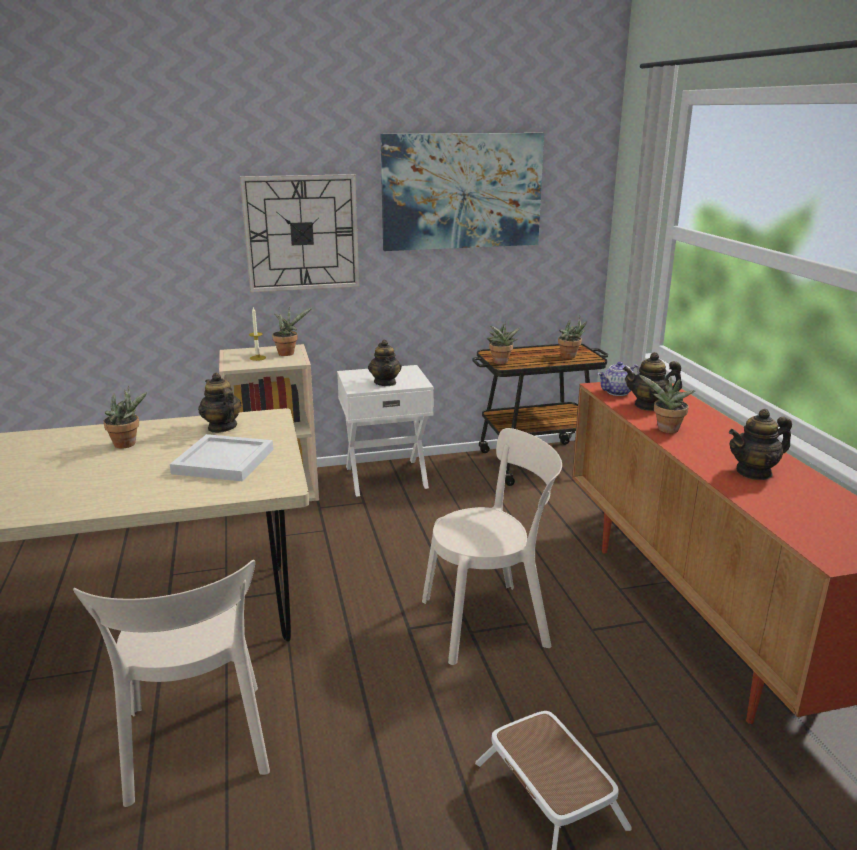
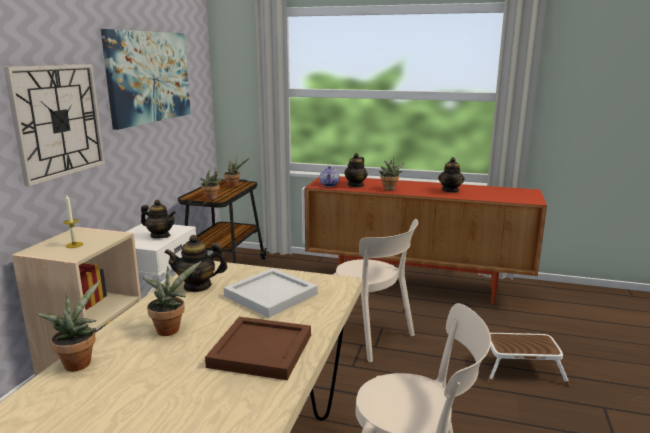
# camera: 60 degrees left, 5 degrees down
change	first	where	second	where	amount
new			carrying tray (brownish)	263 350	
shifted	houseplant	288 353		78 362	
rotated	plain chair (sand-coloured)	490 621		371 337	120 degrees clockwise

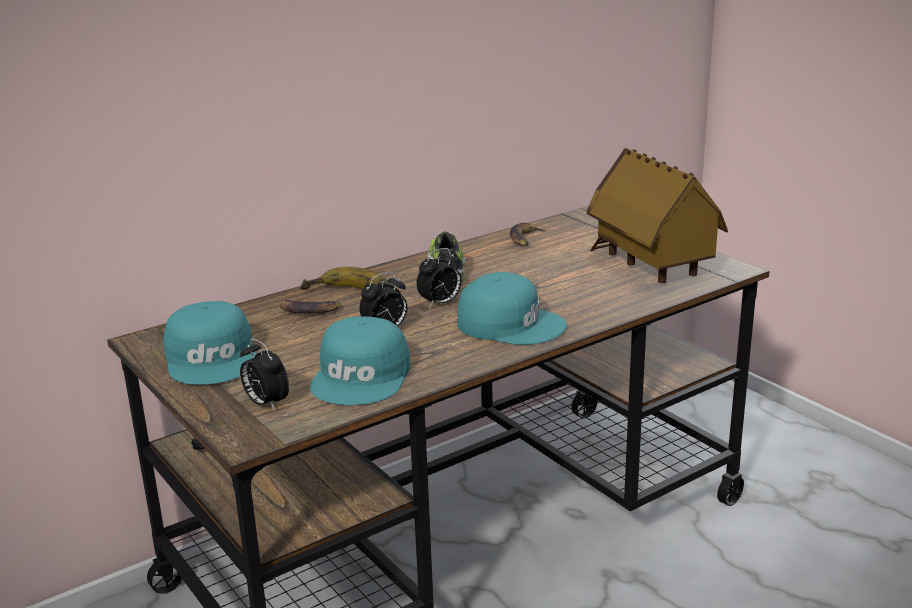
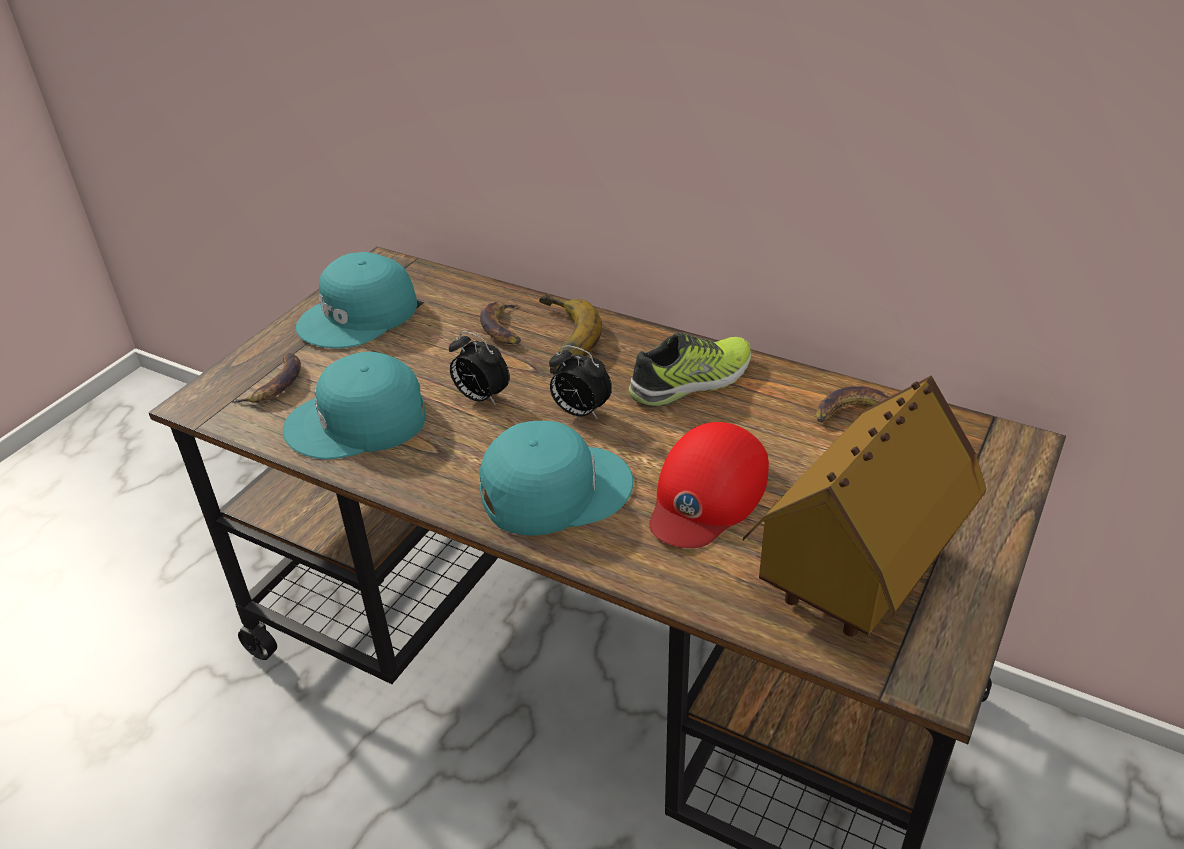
# camera: 65 degrees right, 15 degrees up
change	first	where	second	where	amount
new			peaked cap (reddish)	706 494	
swapped	table clock	266 403	banana	275 384	
rotated	peaked cap (blue-green)	510 324		554 488	105 degrees counterclockwise

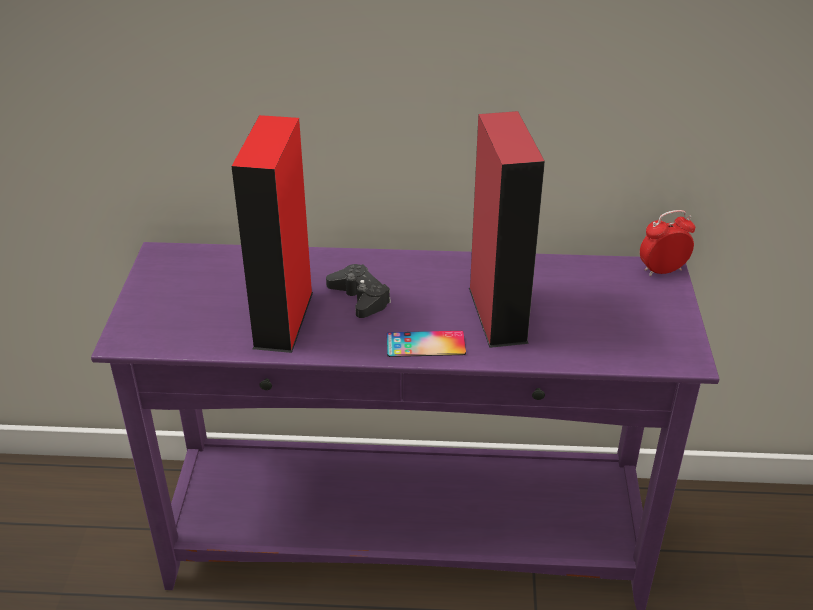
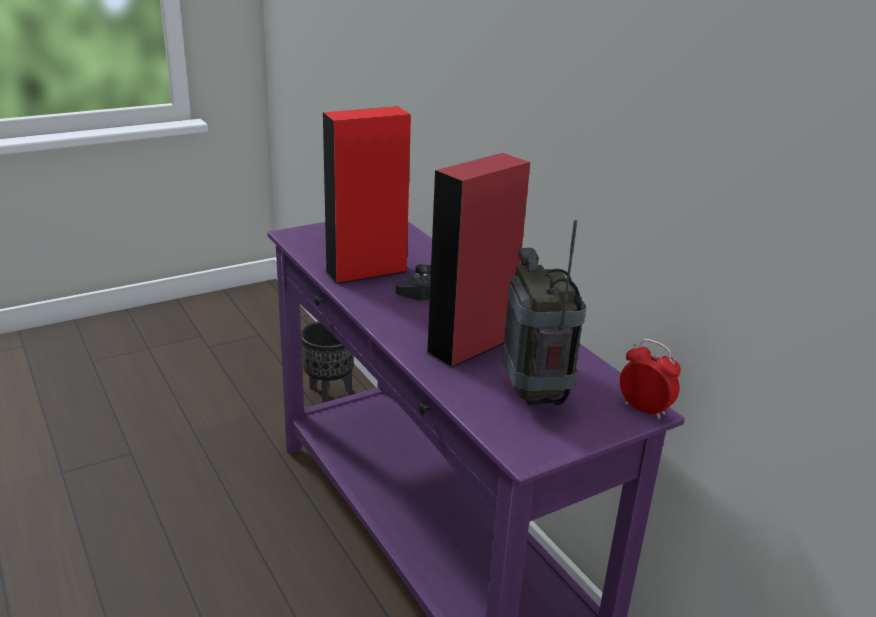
# camera: 55 degrees right, 10 degrees down
change	first	where	second	where	amount
gone	phone	425 344			
new			flower pot (blackish)	330 395	
new			radio	535 394	

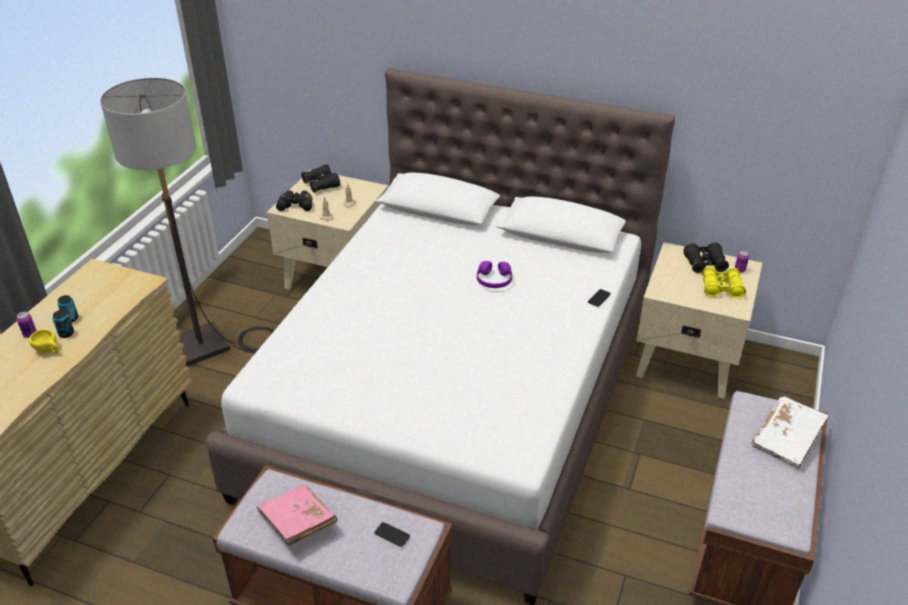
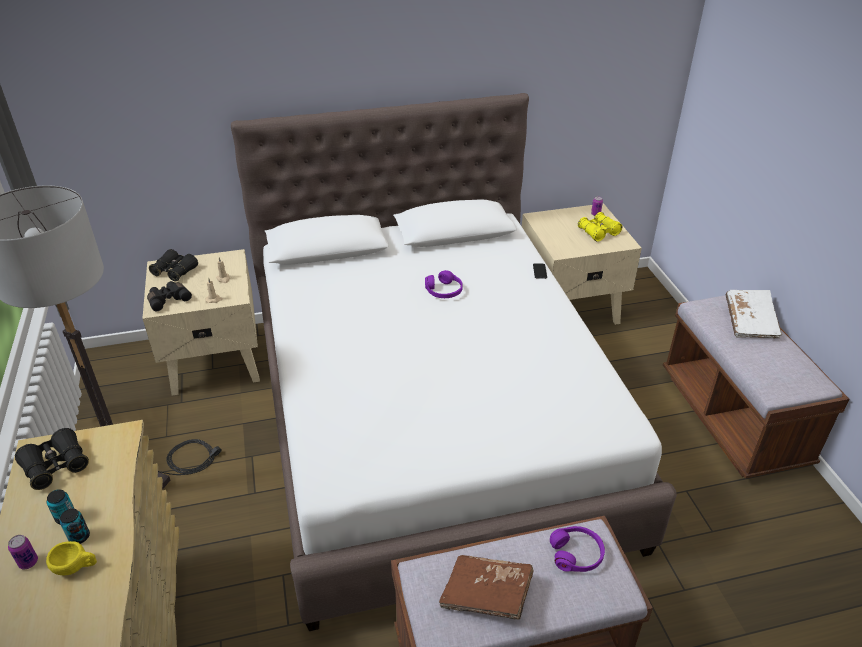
# camera: 35 degrees left, 0 degrees up
change	first	where	second	where	amount
shifted	field glasses (blackish)	704 264		56 466	
swapped	phone	392 535	pair of headphones (purplish)	576 554	
repainted	bound book (pink)	298 523	bound book (brownish)	486 595	

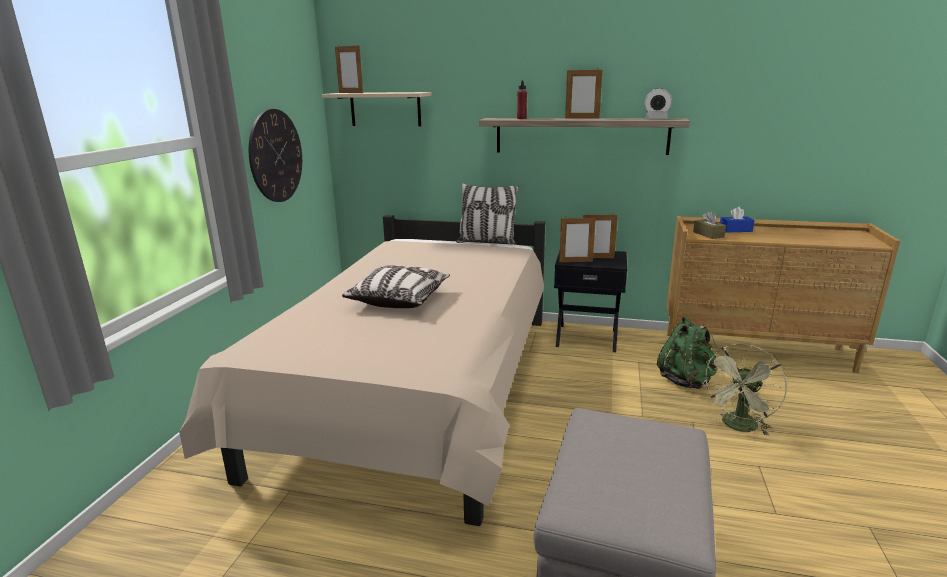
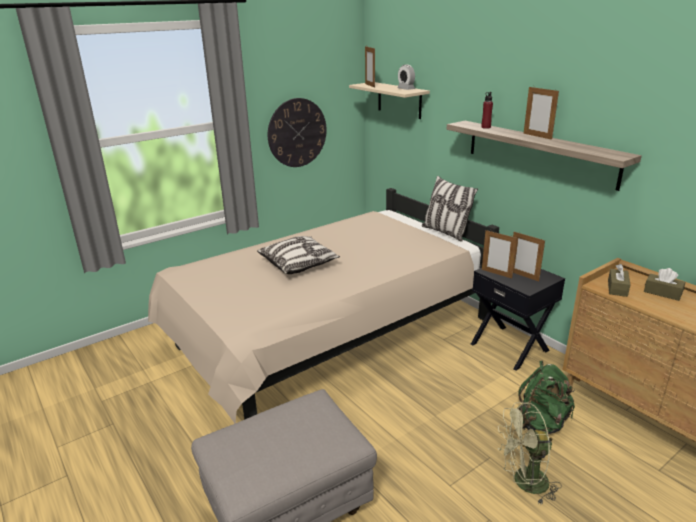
# camera: 40 degrees right, 5 degrees up
change	first	where	second	where	amount
shifted	table clock	656 118		406 89	
repainted	box of tissues (blue)	735 230	box of tissues (brownish)	662 293	

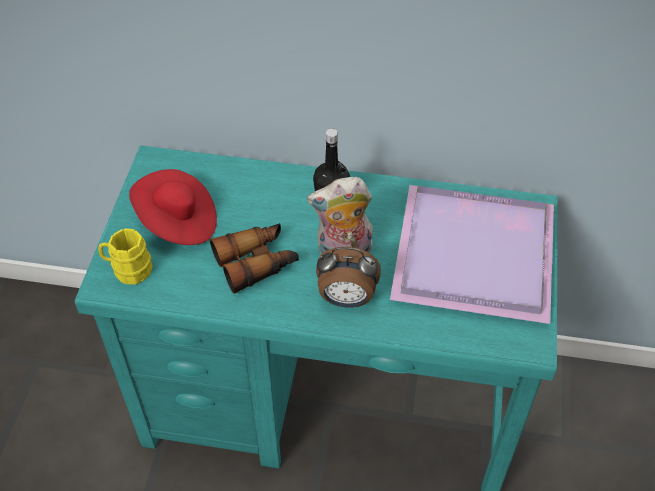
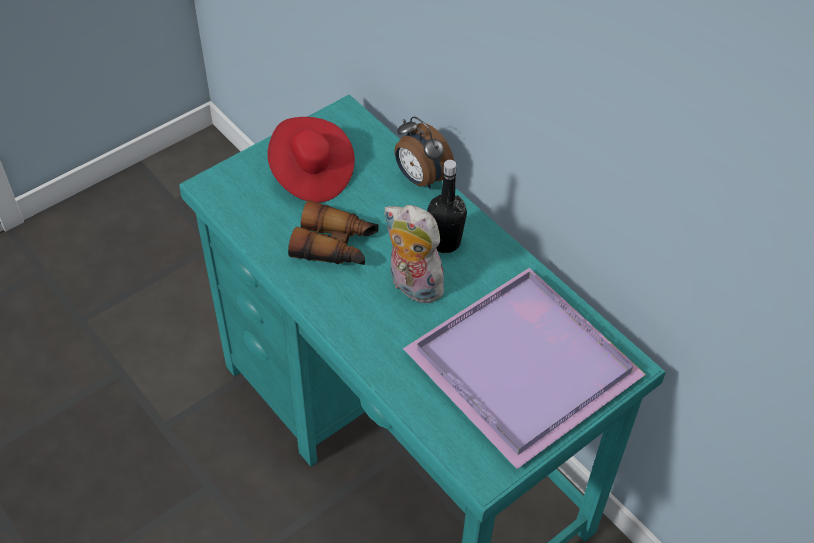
# camera: 40 degrees right, 0 degrees up
change	first	where	second	where	amount
gone	tea mug (yellow-coloured)	128 270			
shifted	table clock	346 299		420 179	

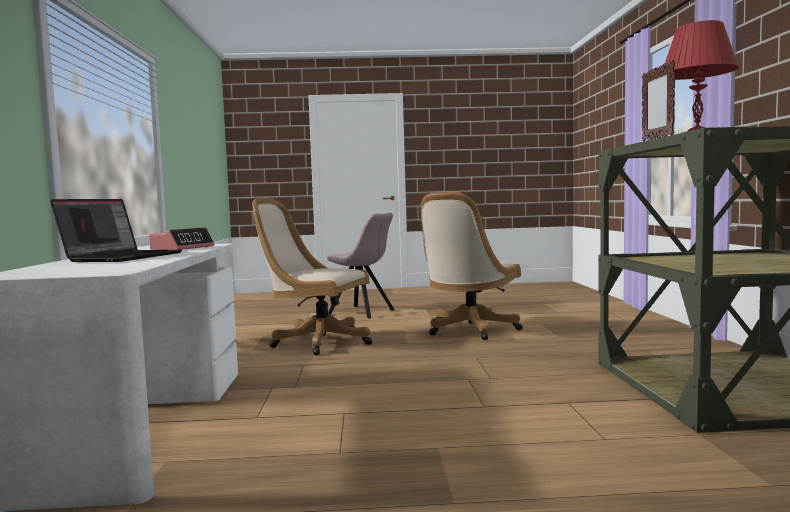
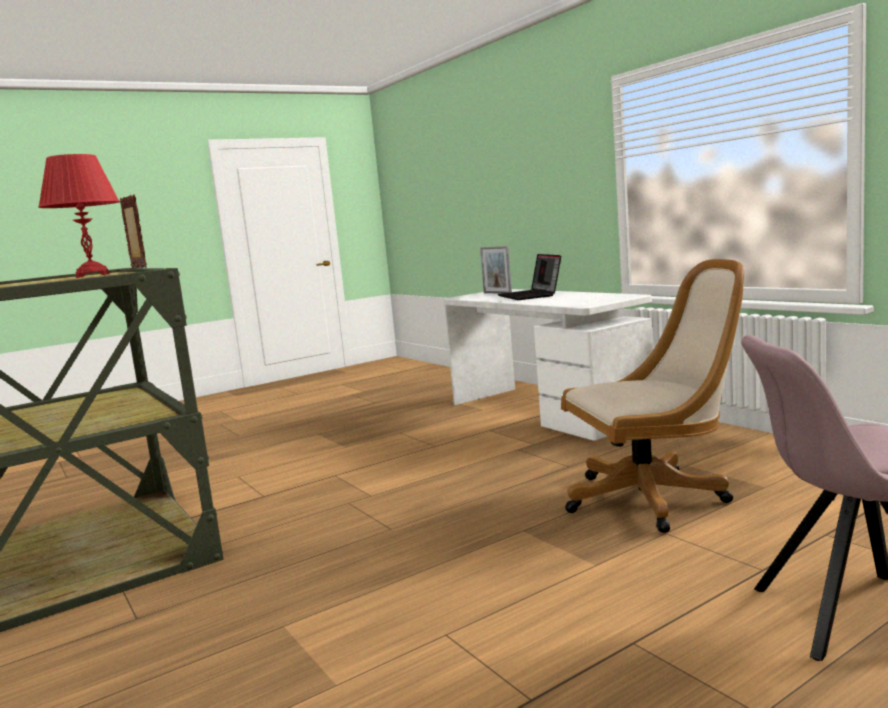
# camera: 150 degrees right, 5 degrees up
change	first	where	second	where	amount
gone	table clock	182 248			
gone	desk chair	469 330			
new			photo frame	497 293	

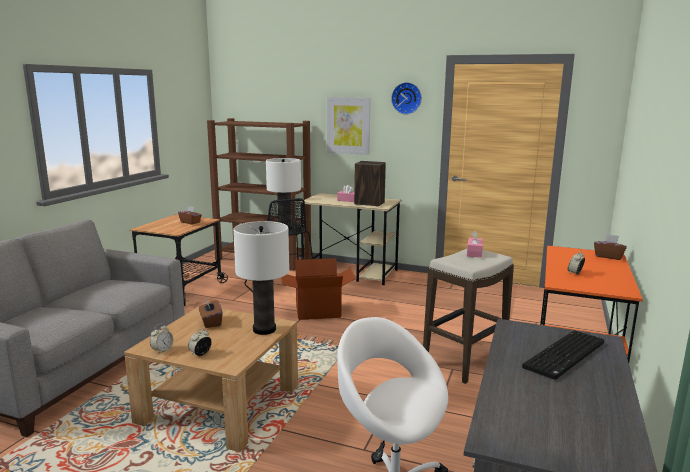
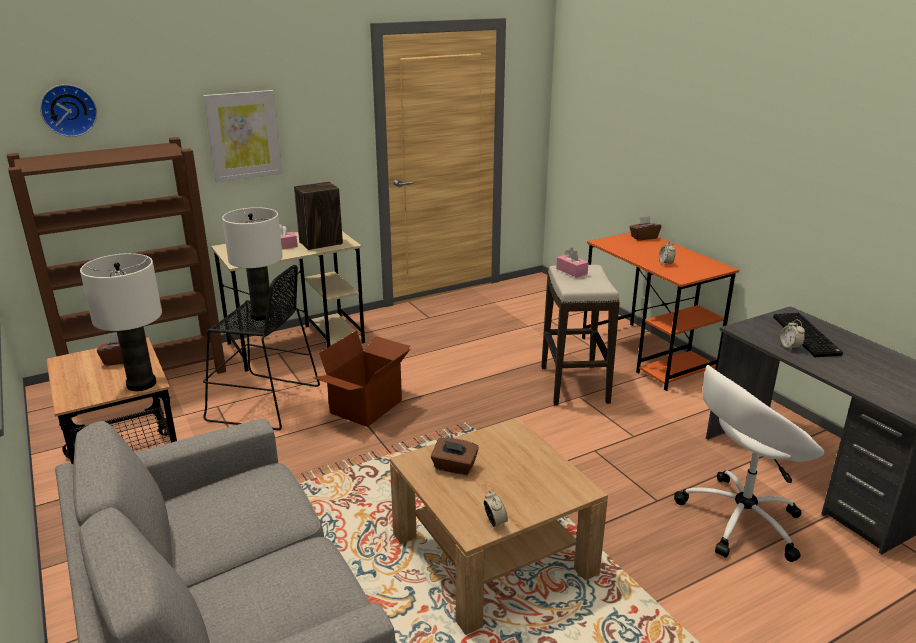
# camera: 50 degrees left, 10 degrees up
change	first	where	second	where	amount
shifted	table clock	200 354		790 347	
shifted	table lamp (whitish)	264 329		141 384	
shifted	wall clock	406 98		68 110	

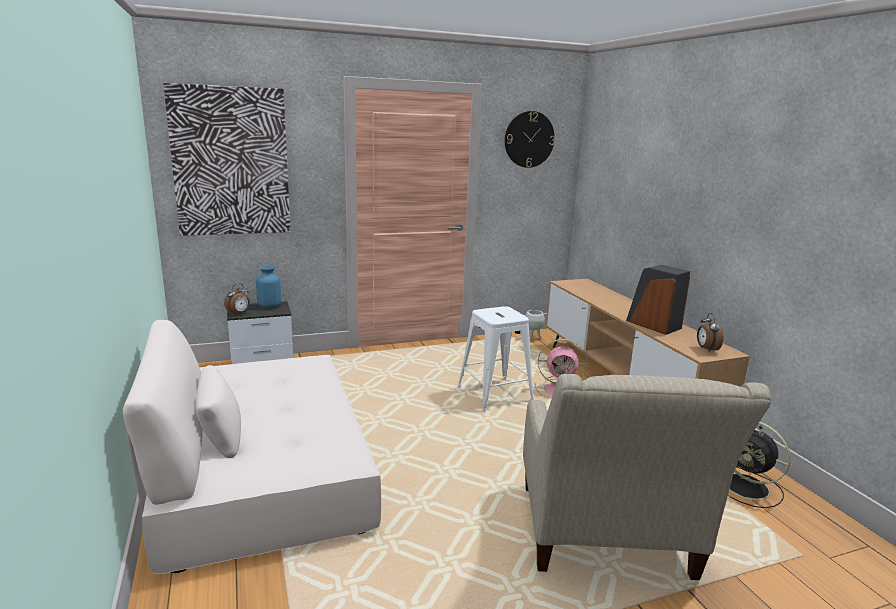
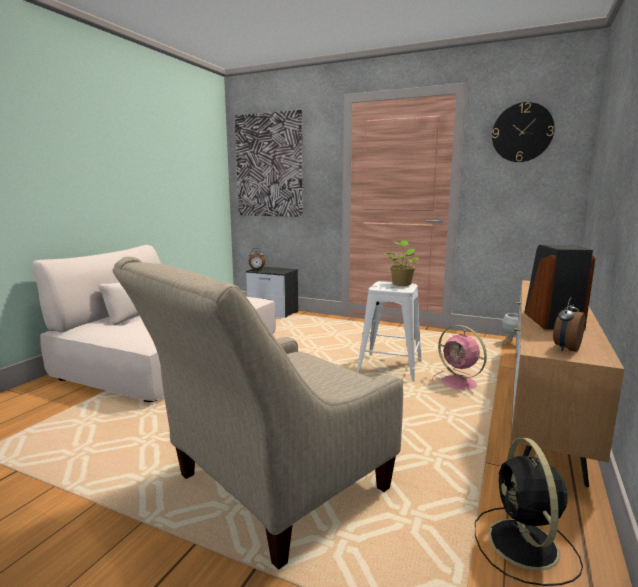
# camera: 45 degrees right, 5 degrees down
change	first	where	second	where	amount
gone	flower vase (blue)	269 306			
new			houseplant	401 284	

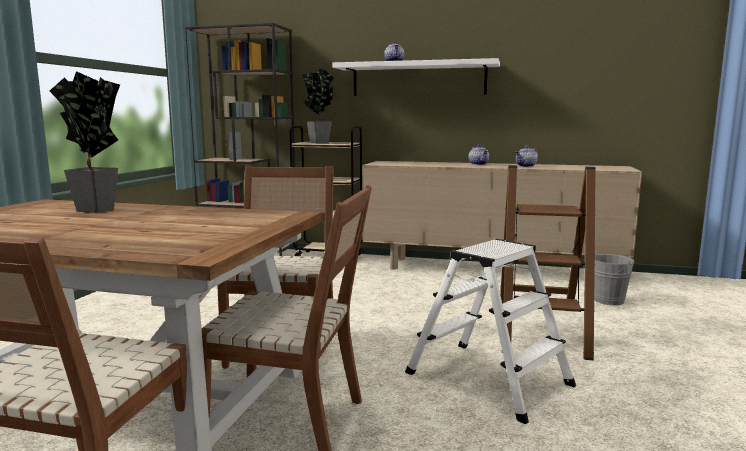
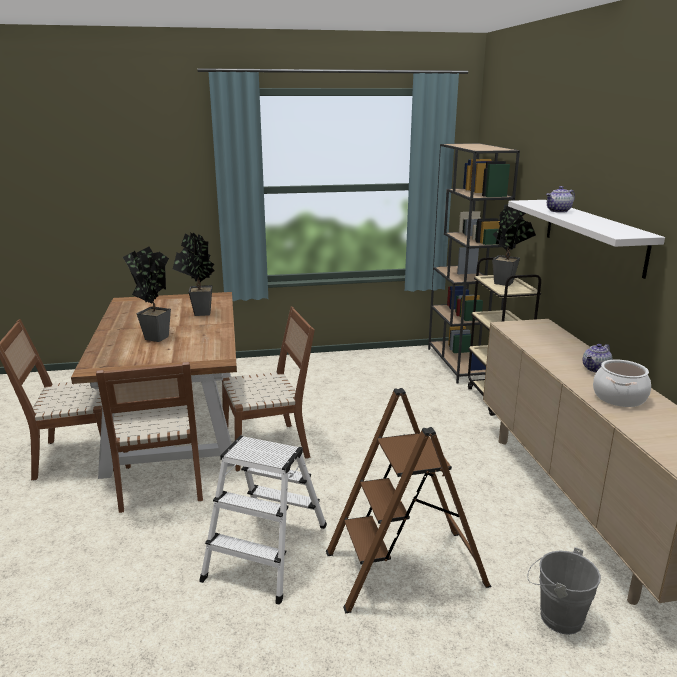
# camera: 65 degrees right, 10 degrees up
change	first	where	second	where	amount
new			houseplant	155 336	
swapped	tea pot	526 166	cooking pot	619 397	

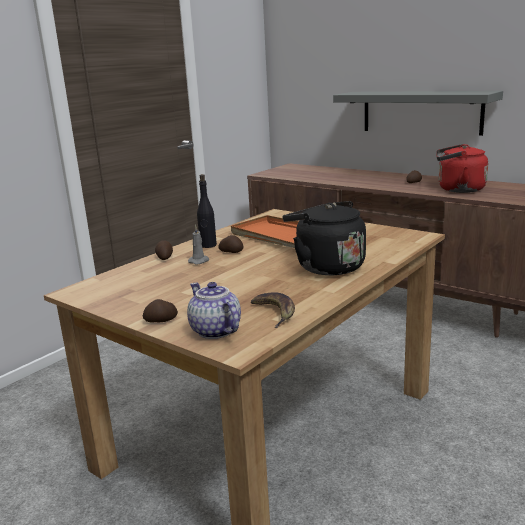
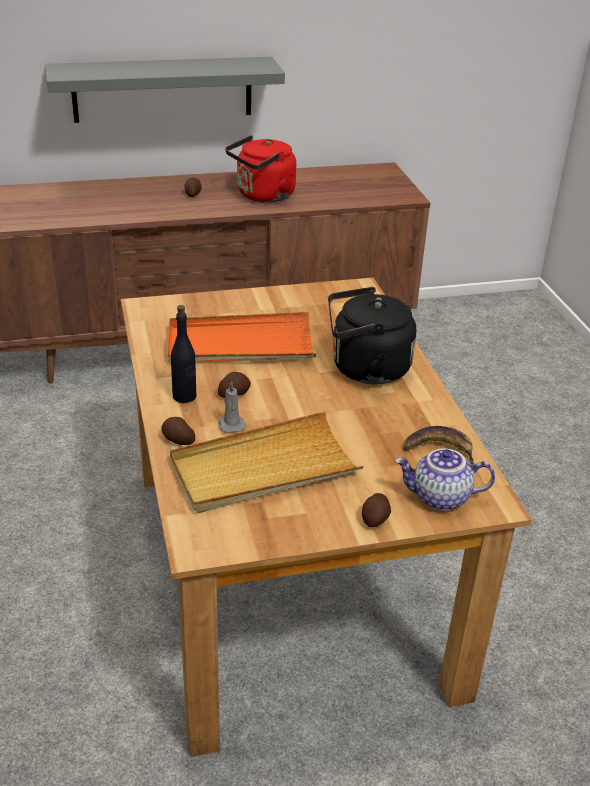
# camera: 55 degrees left, 15 degrees up
change	first	where	second	where	amount
new			carrying tray (sand-coloured)	263 468	

